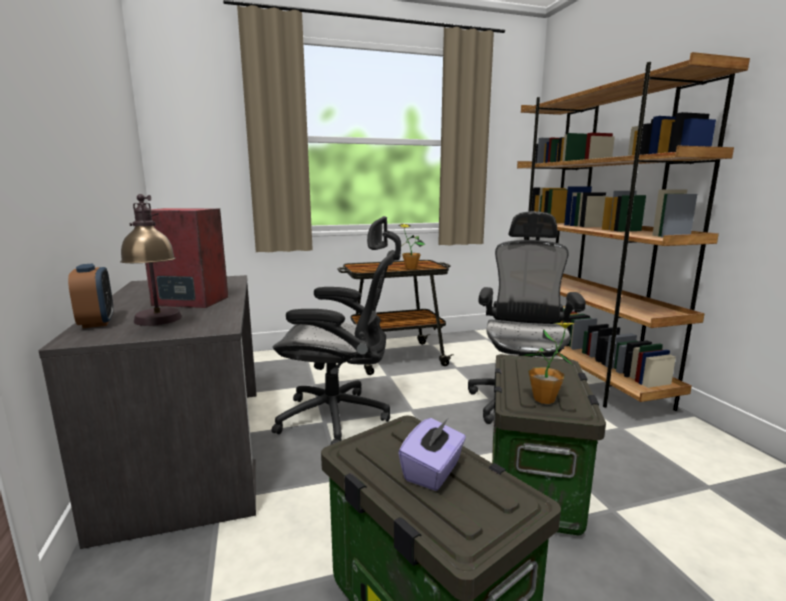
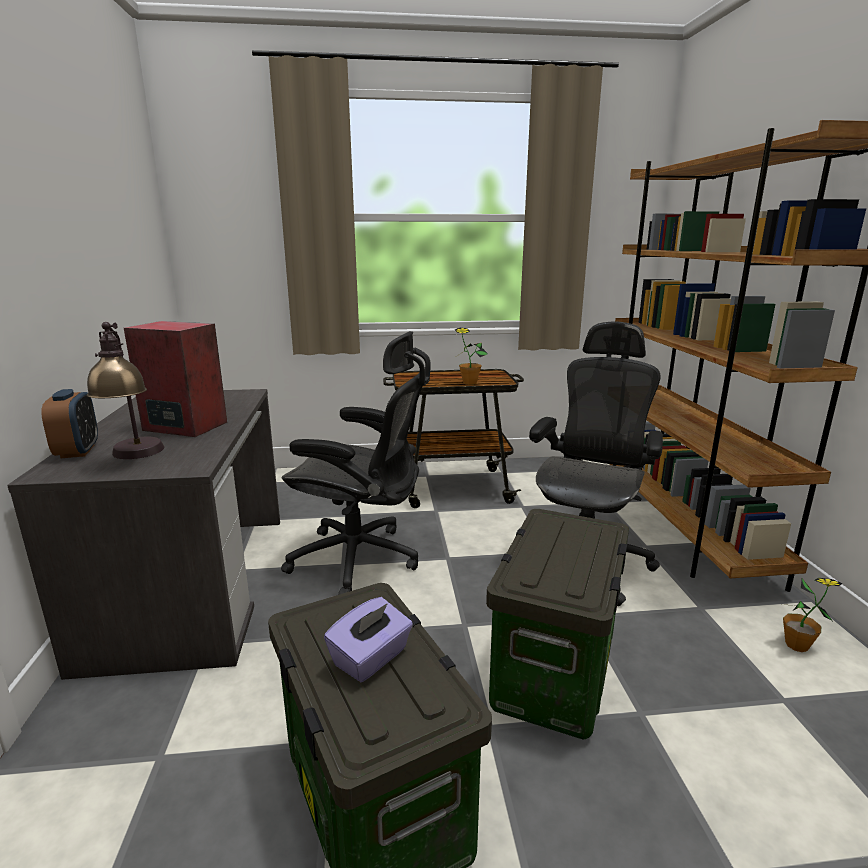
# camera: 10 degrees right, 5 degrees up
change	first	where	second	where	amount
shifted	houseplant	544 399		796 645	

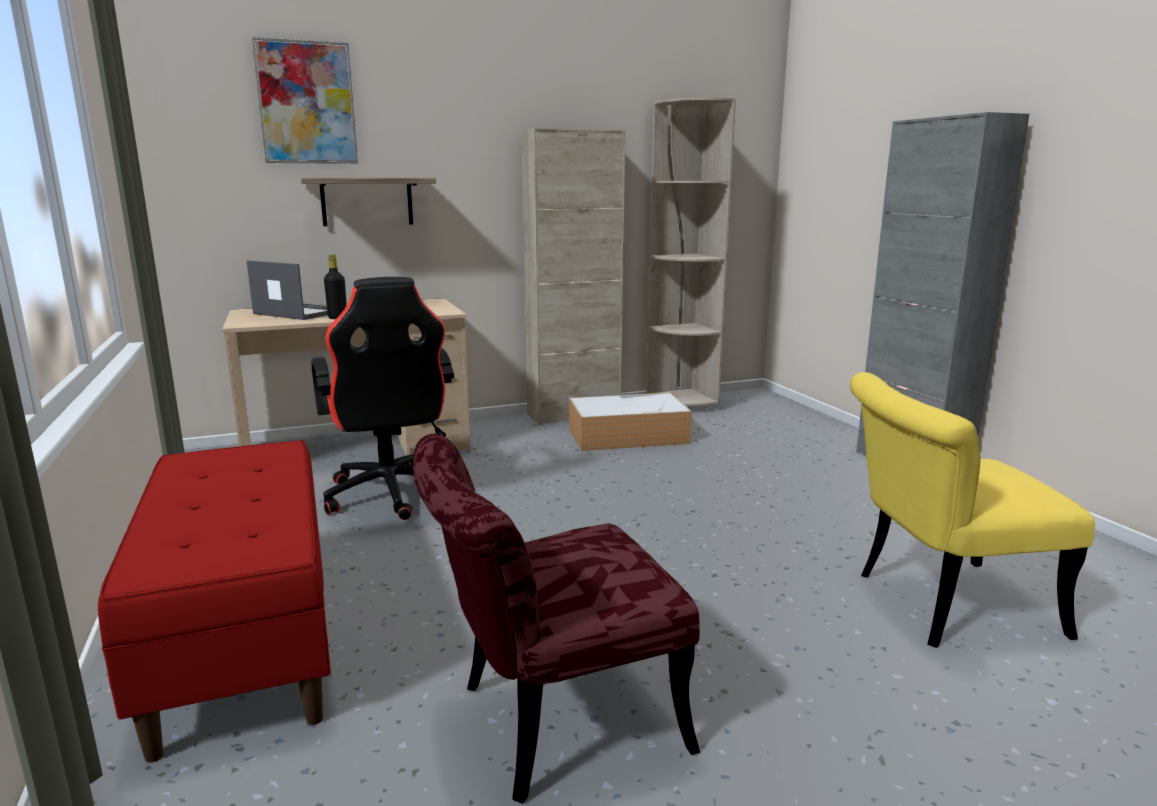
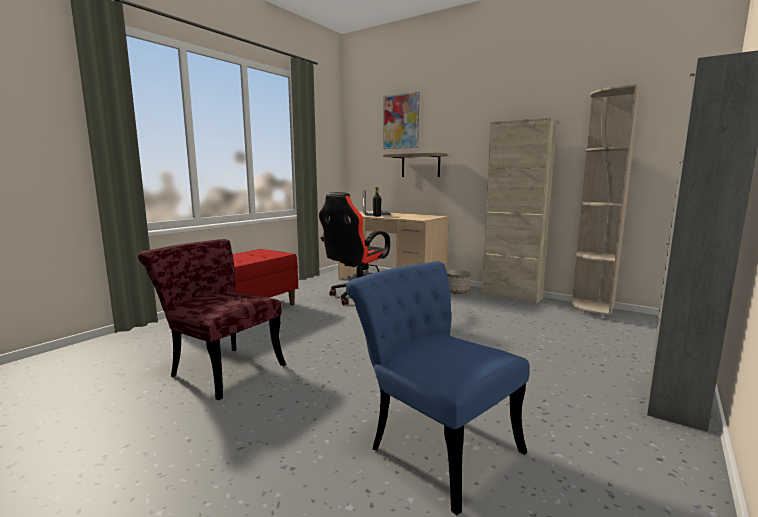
# camera: 55 degrees right, 5 degrees down
change	first	where	second	where	amount
gone	storage box	629 435			
new			flower pot	457 291	
repainted	plain chair (yellow-coloured)	938 605	plain chair (blue)	434 444	

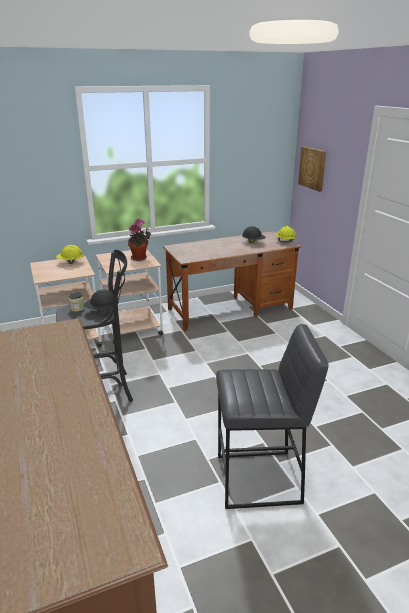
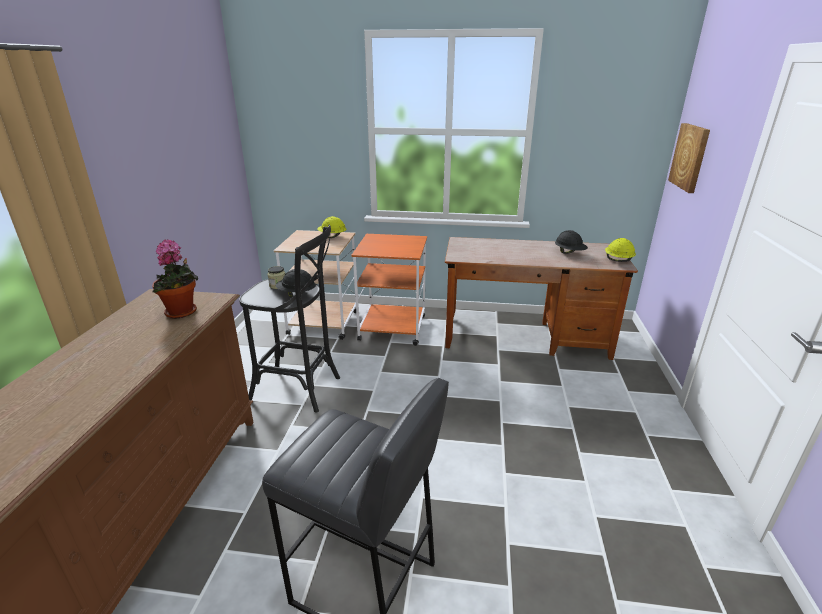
# camera: 30 degrees right, 0 degrees up
change	first	where	second	where	amount
shifted	houseplant	140 258		183 313	
repainted	wheeled cart (sand-coloured)	133 328	wheeled cart (orange-coloured)	394 328	

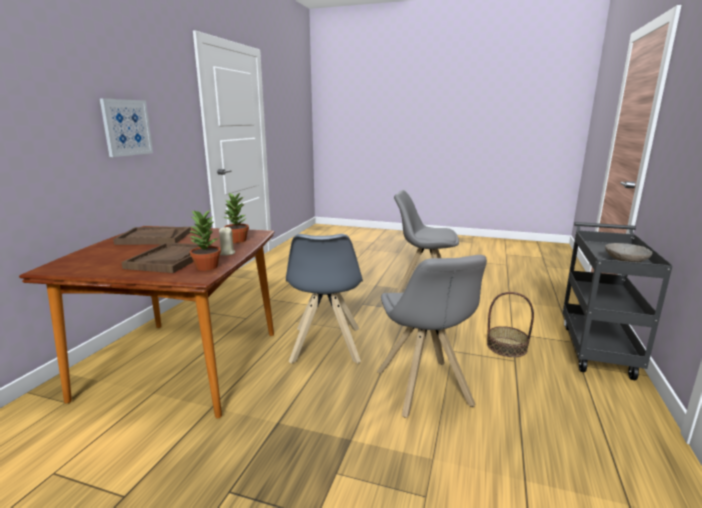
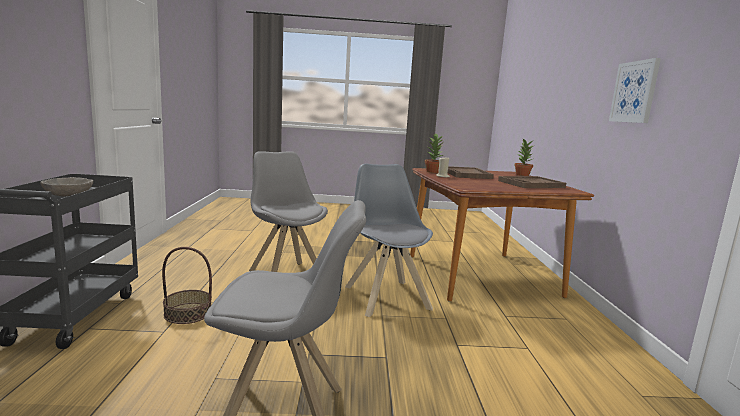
# camera: 160 degrees right, 5 degrees down
change	first	where	second	where	amount
shifted	houseplant	237 240		522 174	

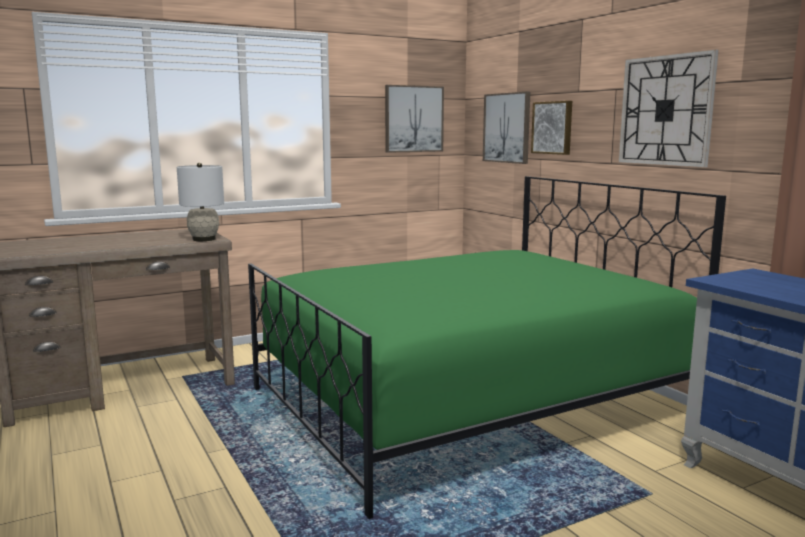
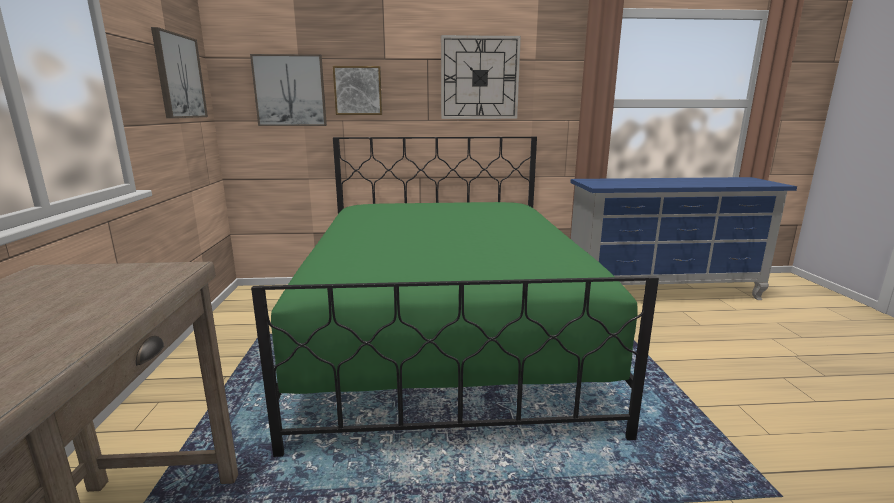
# camera: 65 degrees left, 5 degrees up
change	first	where	second	where	amount
gone	table lamp (whitish)	203 239			

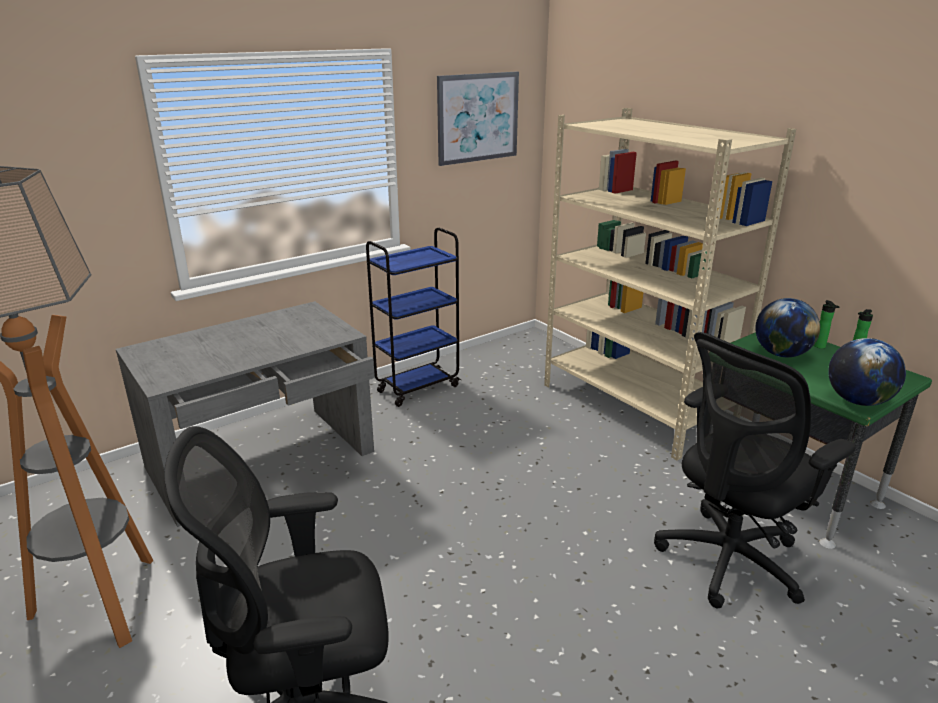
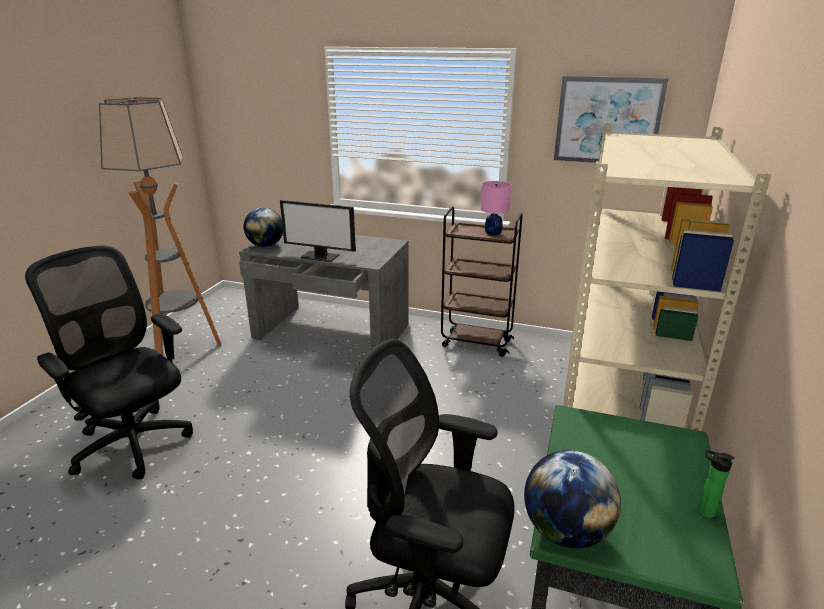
# camera: 55 degrees right, 0 degrees up
change	first	where	second	where	amount
gone	drink bottle	820 347			
new			computer display	320 256	
new			table lamp (pink)	492 234	
shifted	globe	781 354		265 245	
repainted	wheeled cart (blue)	418 388	wheeled cart (brownish)	477 343	

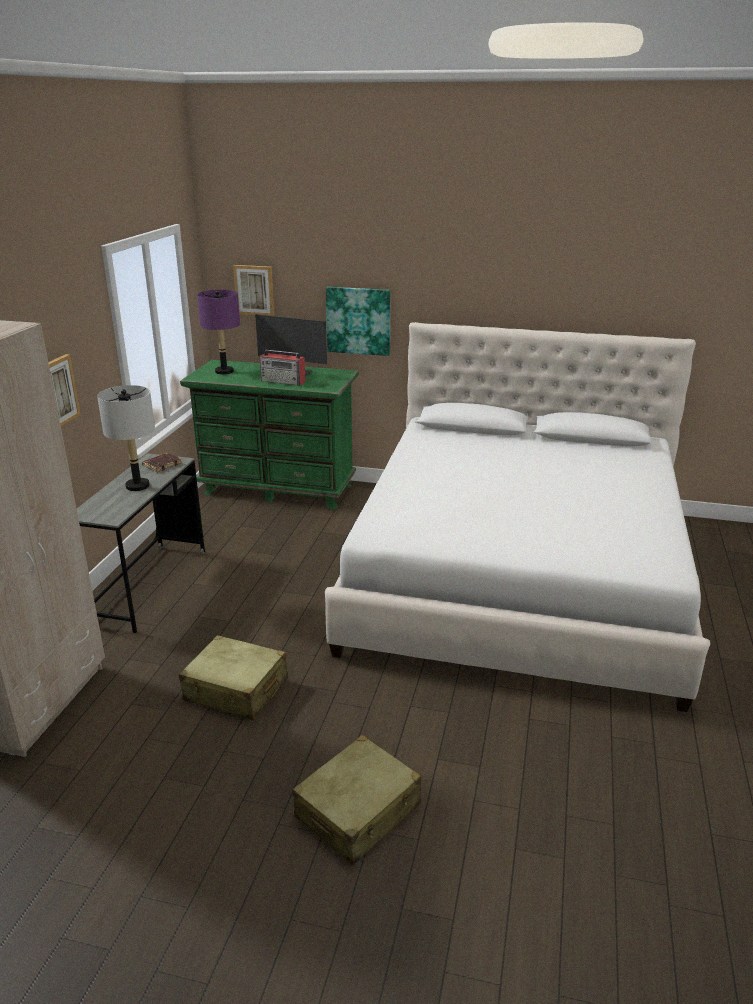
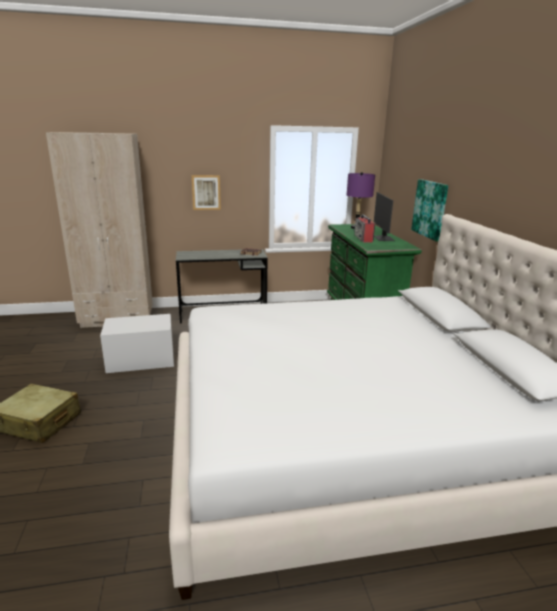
# camera: 65 degrees right, 5 degrees down
change	first	where	second	where	amount
gone	table lamp (greyish)	138 486			
gone	picture	254 290			
swapped	suitcase (sand-coloured)	236 690	storage box (whitish)	141 360	

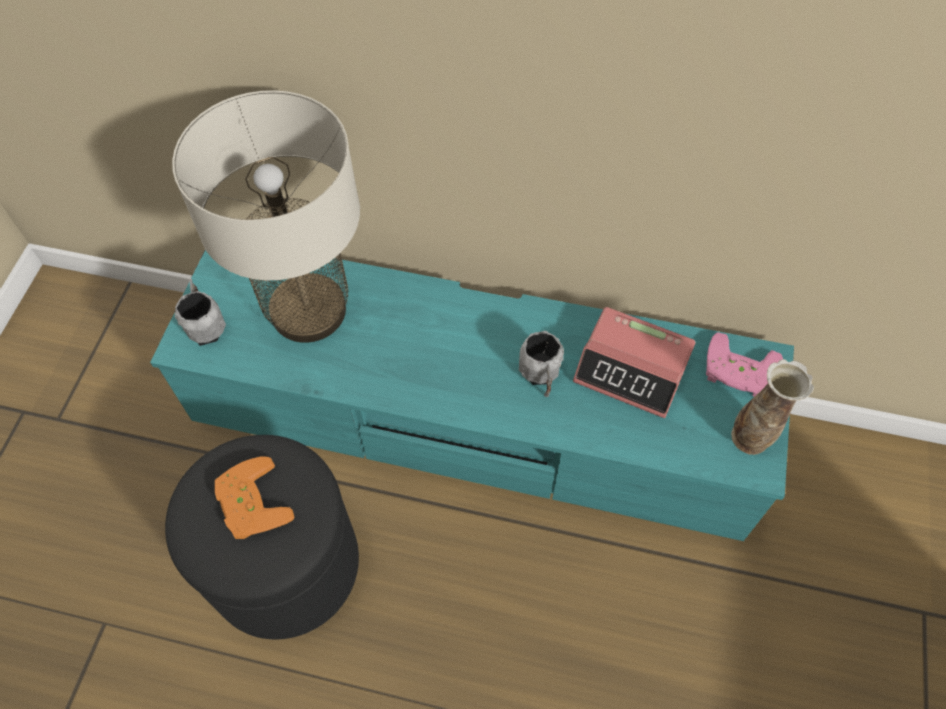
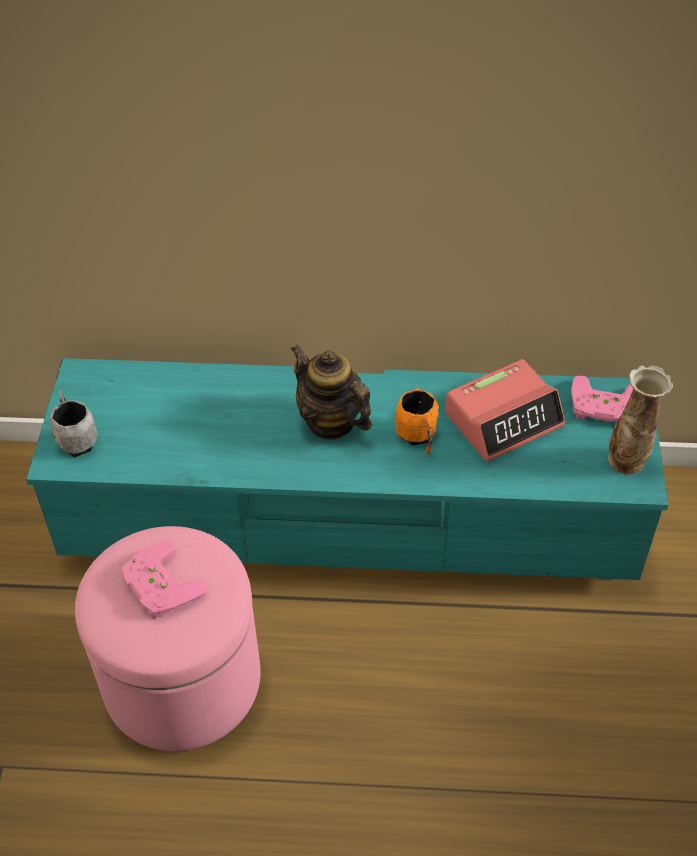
# camera: 10 degrees left, 10 degrees down
change	first	where	second	where	amount
gone	table lamp	308 310			
new			tea pot	331 421	
repainted	footrest (blackish)	285 564	footrest (pink)	182 680	
repainted	game controller (orange-coloured)	248 503	game controller (pink)	158 586	
repainted	tea mug (greyish)	540 377	tea mug (orange-coloured)	418 437	
rotated	table clock	632 369		504 419	45 degrees counterclockwise

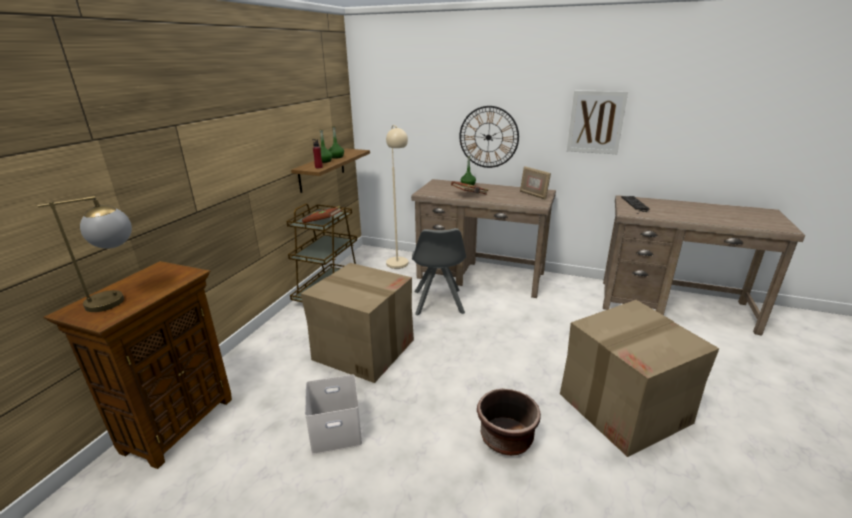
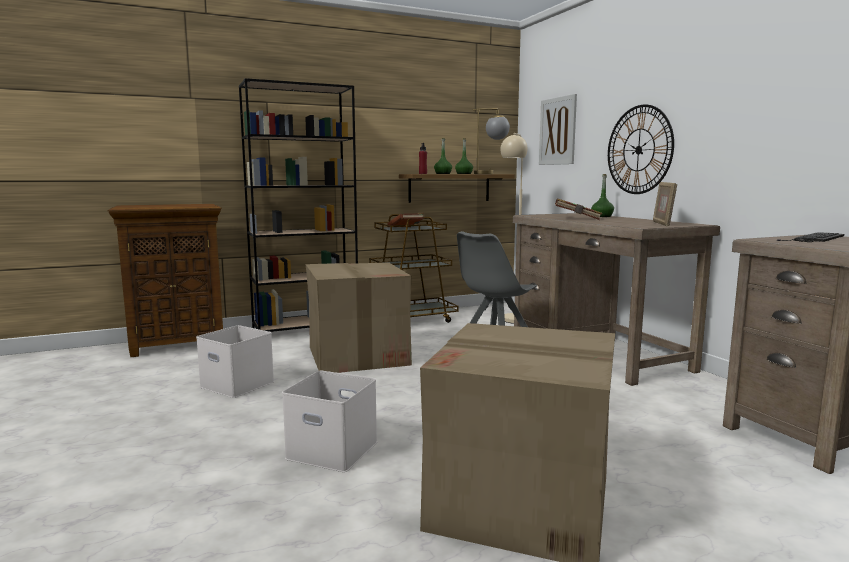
# camera: 45 degrees right, 15 degrees down
change	first	where	second	where	amount
new			bookcase (sand-coloured)	306 330	
shifted	table lamp	119 299		491 174	
shifted	picture	596 122		557 131	
swapped	flower pot (brownish)	506 439	storage box (whitish)	334 449	

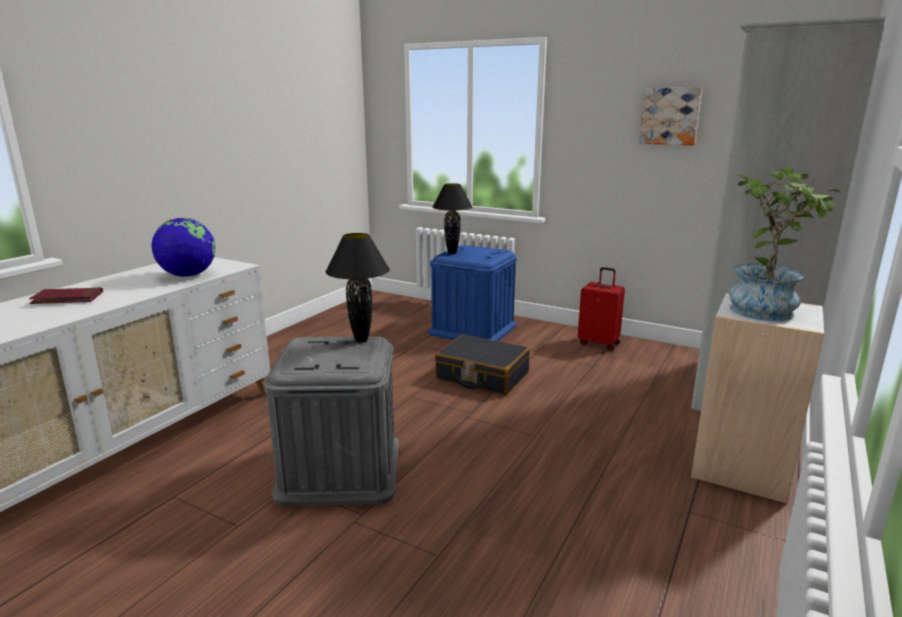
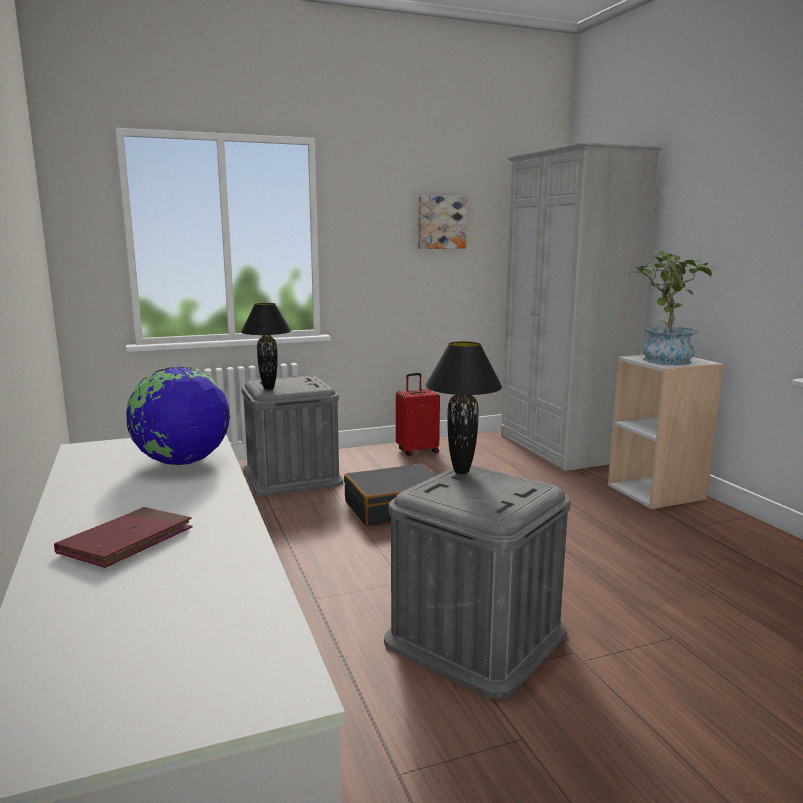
# camera: 50 degrees left, 5 degrees down
change	first	where	second	where	amount
repainted	storage box (blue)	473 329	storage box (greyish)	292 476	

